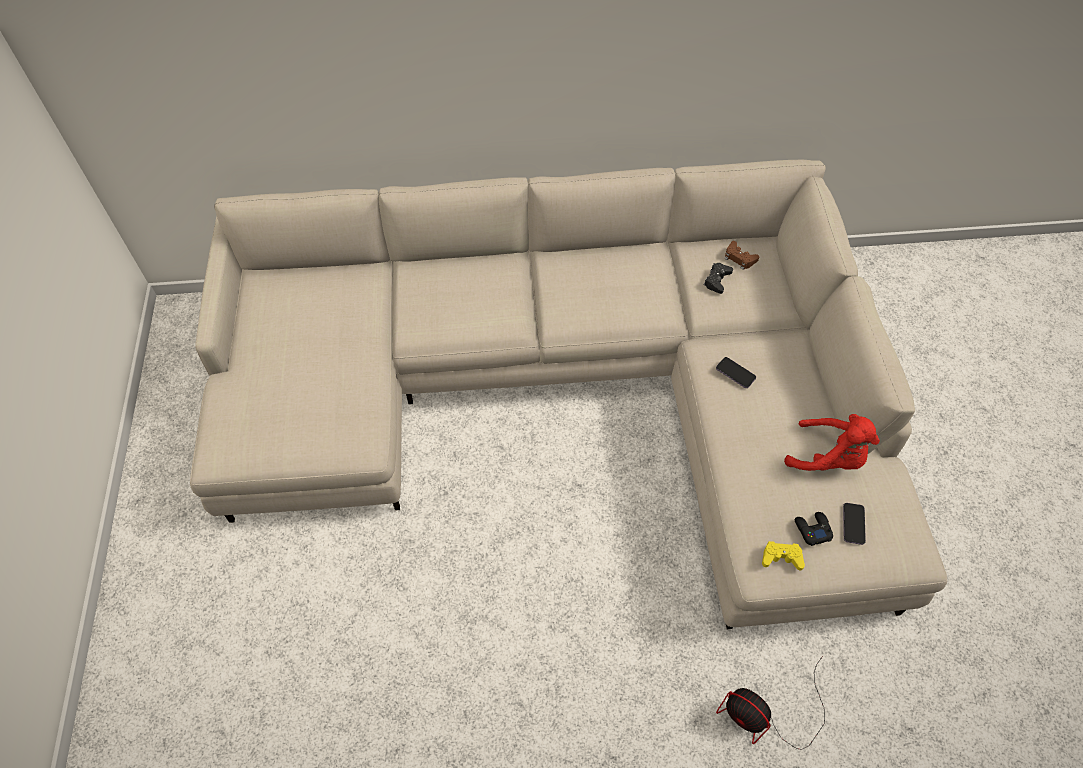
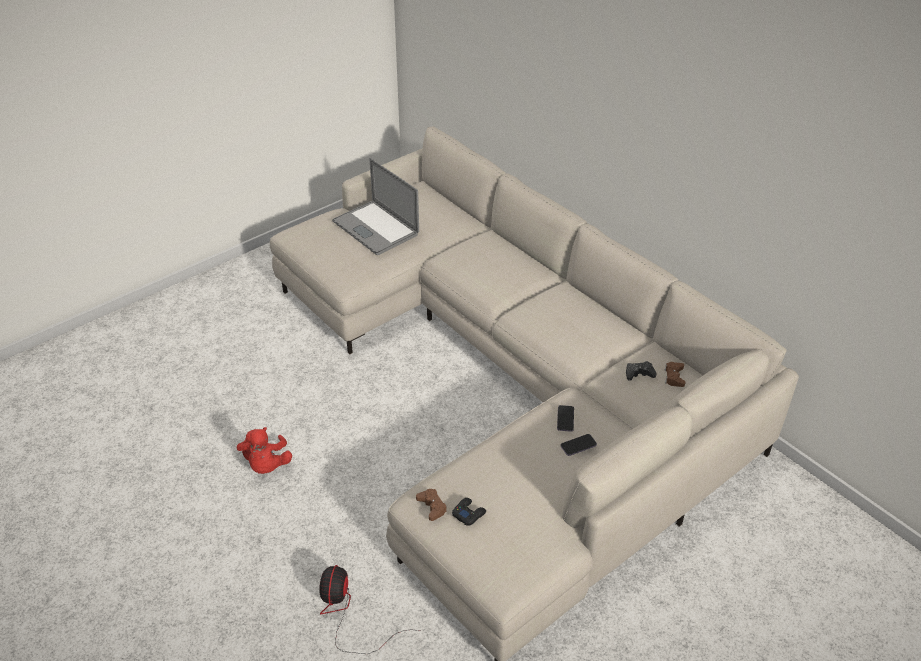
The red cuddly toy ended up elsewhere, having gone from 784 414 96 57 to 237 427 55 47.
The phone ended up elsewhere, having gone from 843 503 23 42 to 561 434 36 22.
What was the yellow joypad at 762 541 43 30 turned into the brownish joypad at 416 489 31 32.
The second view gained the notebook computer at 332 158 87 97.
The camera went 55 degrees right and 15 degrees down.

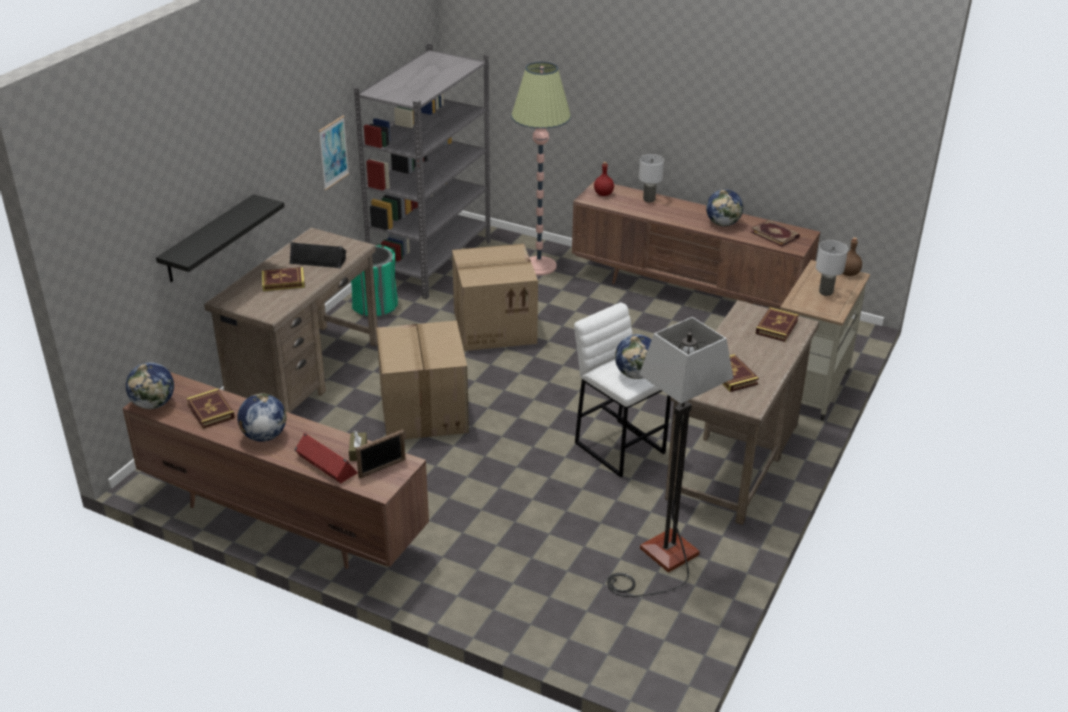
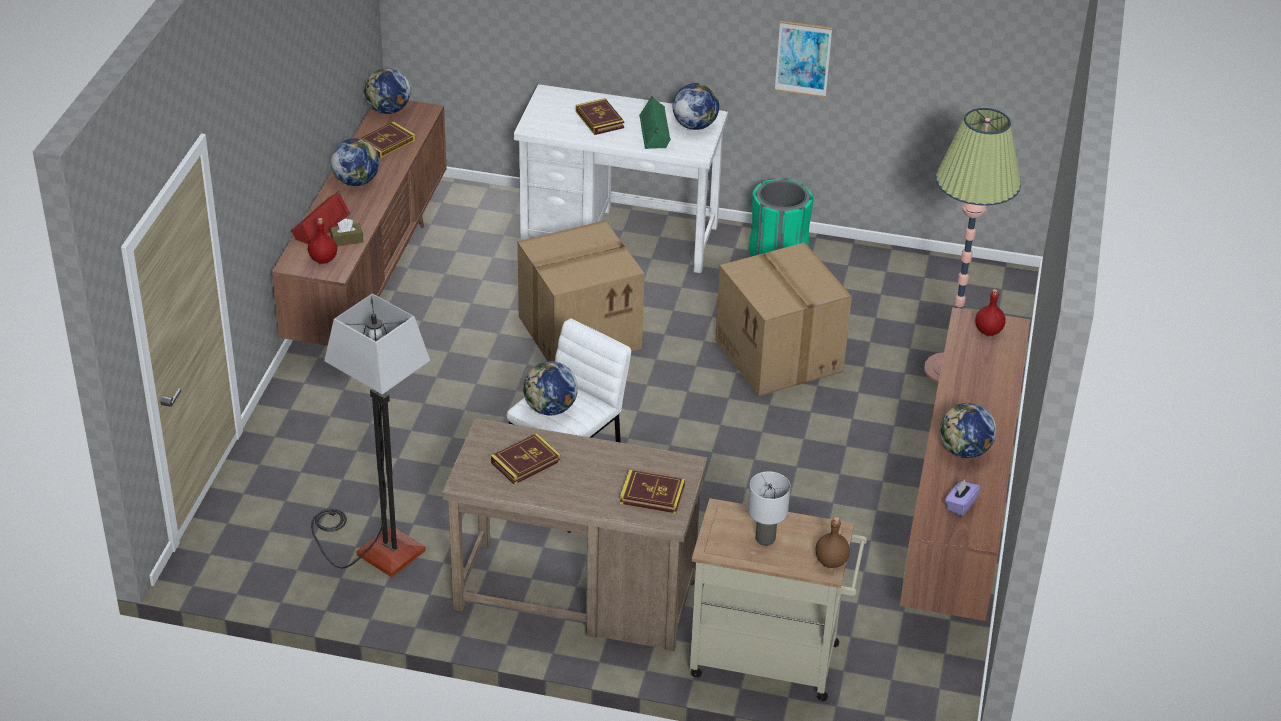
The second view lost the greyish bookshelf at 354 43 136 256.
The second view lost the white table lamp at 639 154 25 48.
The second view lost the black bracket shelf at 156 194 128 88.
Where the volume stood at 751 220 49 27, the purple-coloured box of tissues came to stand at 945 480 36 36.
What was the brownish desk unit at 204 227 174 186 turned into the white desk unit at 514 84 214 189.
What was the black speaker at 290 242 56 26 turned into the greenish speaker at 639 96 32 53.
Where the picture frame stood at 356 429 50 50, the red drink bottle came to stand at 308 218 29 46.
The second view gained the world globe at 673 83 46 47.
The camera went 75 degrees right and 5 degrees up.

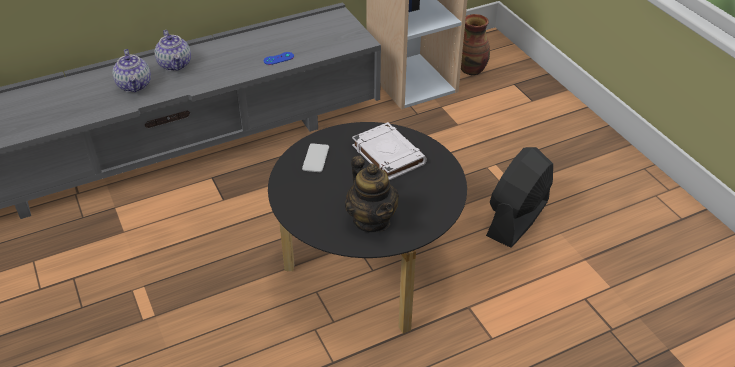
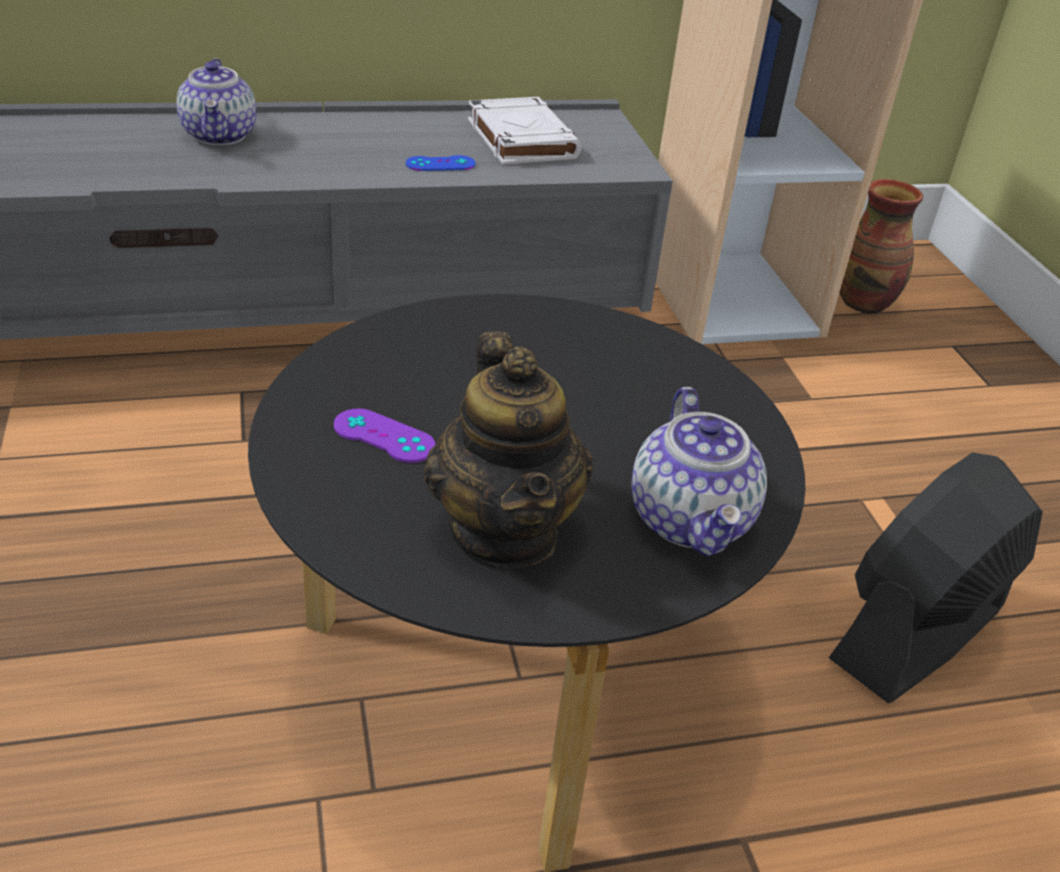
The teapot ended up elsewhere, having gone from 113 49 38 43 to 631 387 136 170.
The white volume ended up elsewhere, having gone from 352 122 75 58 to 468 97 113 67.
The second view lost the phone at 302 143 27 29.
The second view gained the purple-coloured joypad at 334 408 102 55.
The camera went 10 degrees right and 5 degrees down.

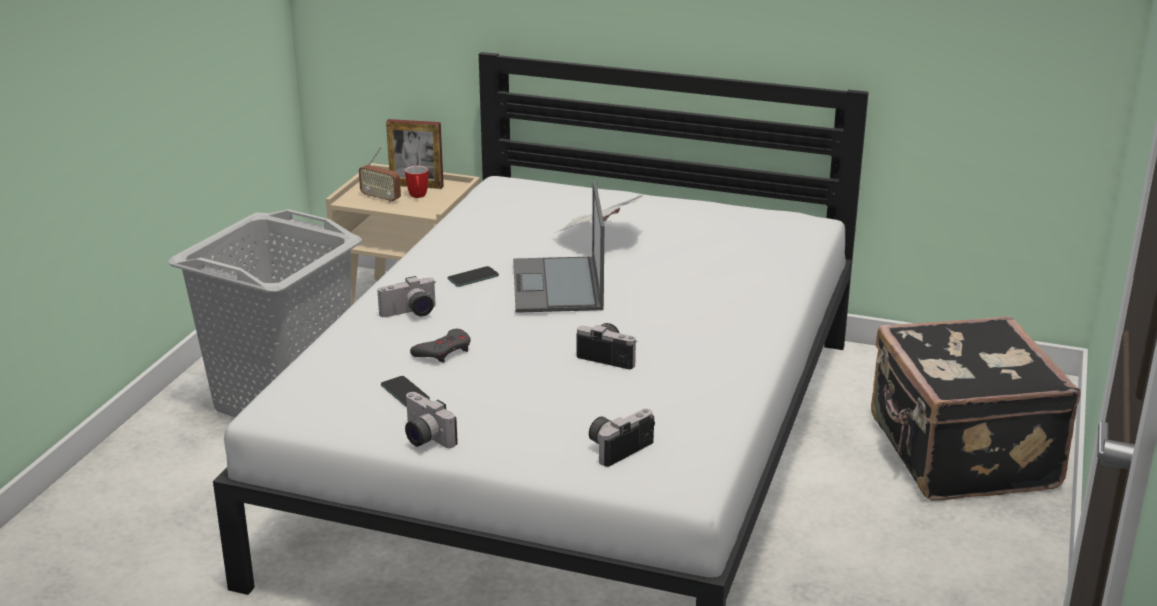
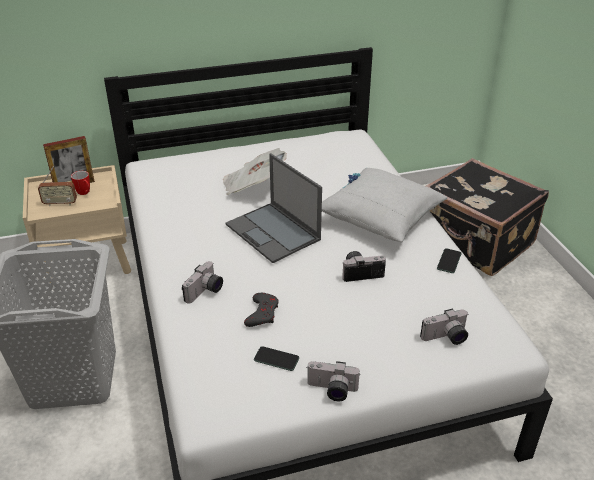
The phone ended up elsewhere, having gone from 447 266 52 21 to 437 248 25 25.
The photo camera at 589 409 66 58 ended up facing another way, 120 degrees counterclockwise from before.
The second view gained the greyish pillow at 322 168 125 75.
The camera went 35 degrees left and 10 degrees up.

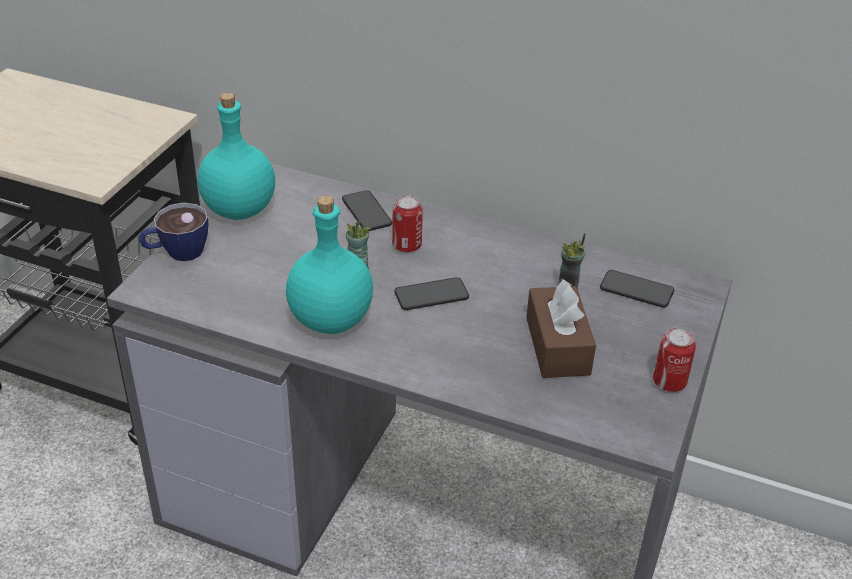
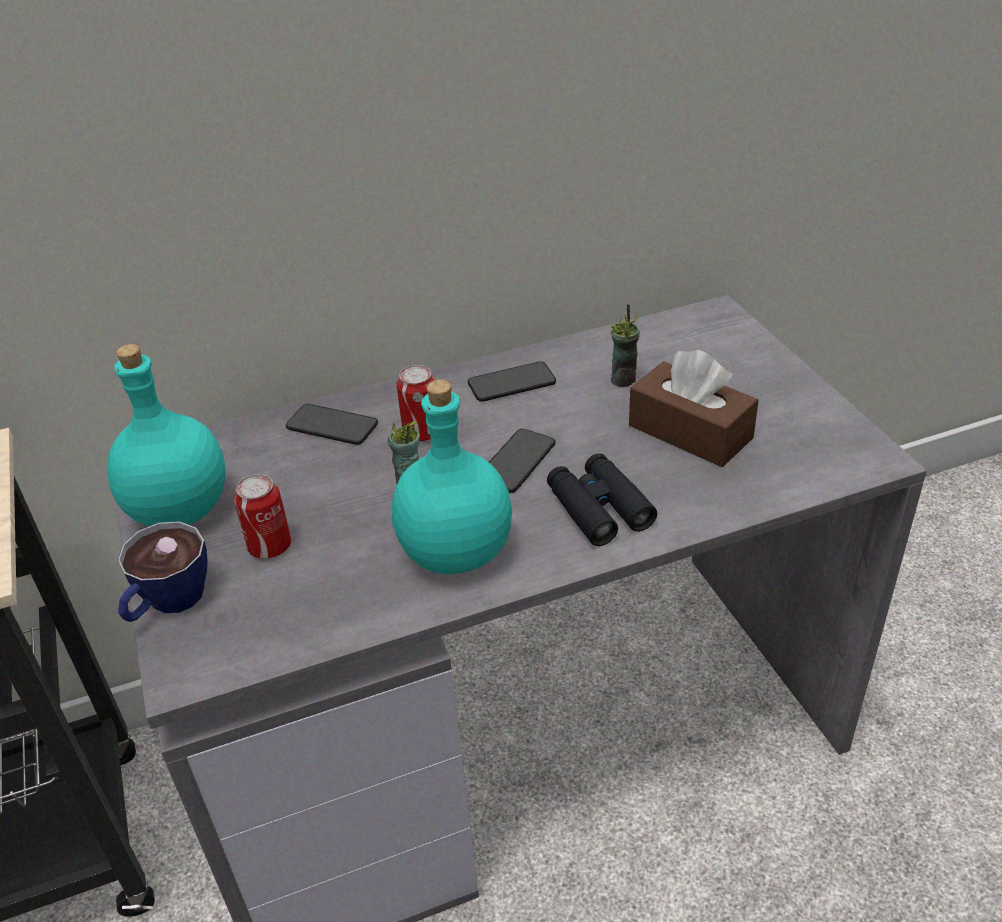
The phone ended up elsewhere, having gone from 600 270 74 38 to 468 361 88 41.
The metal can ended up elsewhere, having gone from 653 327 43 65 to 234 474 57 85.
The second view gained the black binoculars at 547 453 110 93.
The camera went 40 degrees left and 0 degrees up.

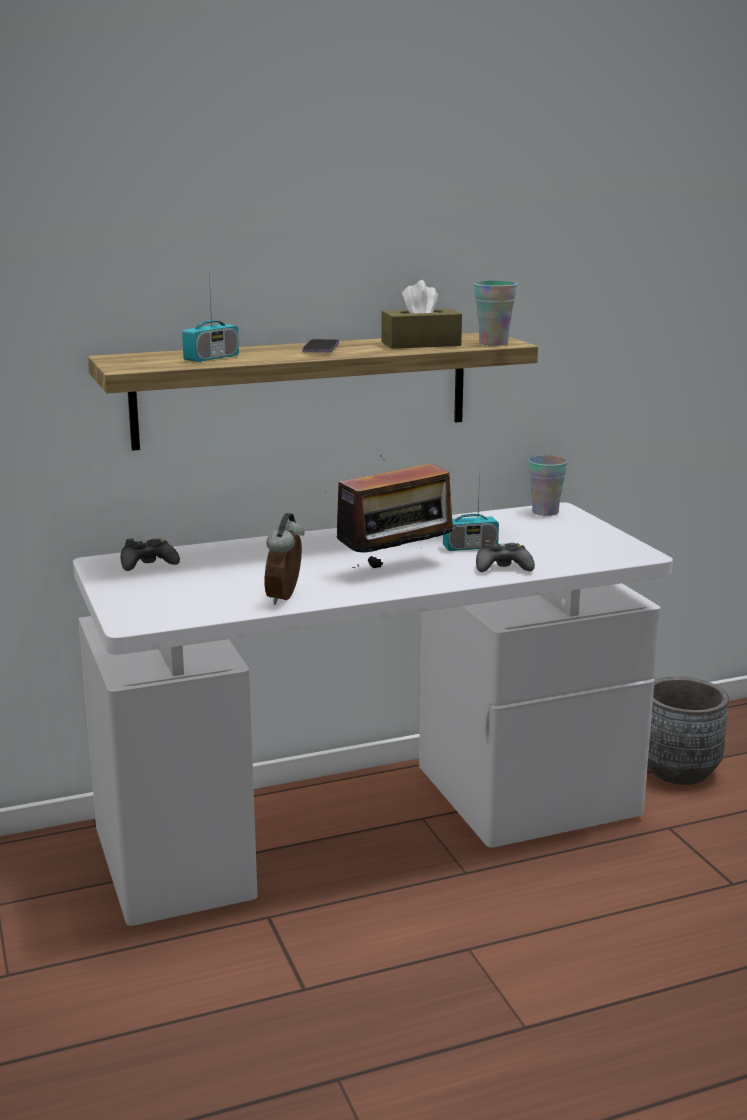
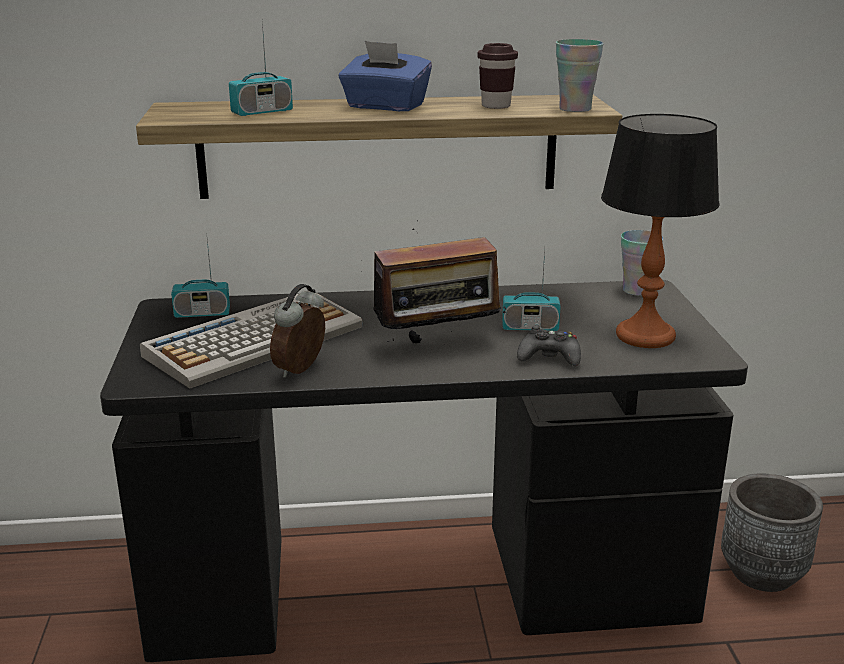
Where the brownish box of tissues stood at 381 280 81 69, the brownish small cup came to stand at 477 43 41 66.
Where the phone stood at 302 339 37 14, the bluish box of tissues came to stand at 339 41 93 70.
What was the white desk unit at 73 502 600 424 turned into the black desk unit at 100 280 648 382.
Where the black joypad stood at 120 538 60 33, the radio set came to stand at 171 240 59 78.
The second view gained the table lamp at 601 114 119 234.
The second view gained the PC keyboard at 140 290 222 99.
The camera went 15 degrees right and 5 degrees up.

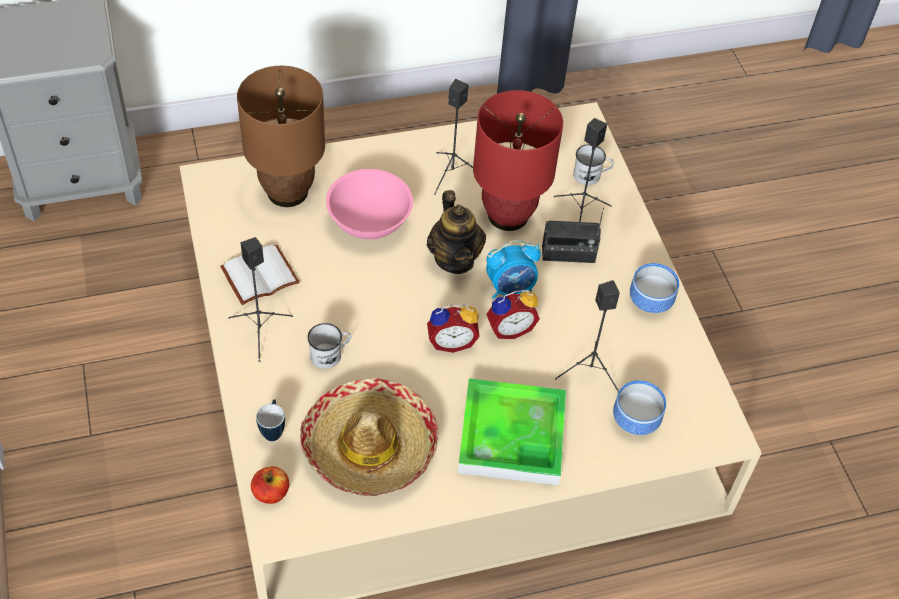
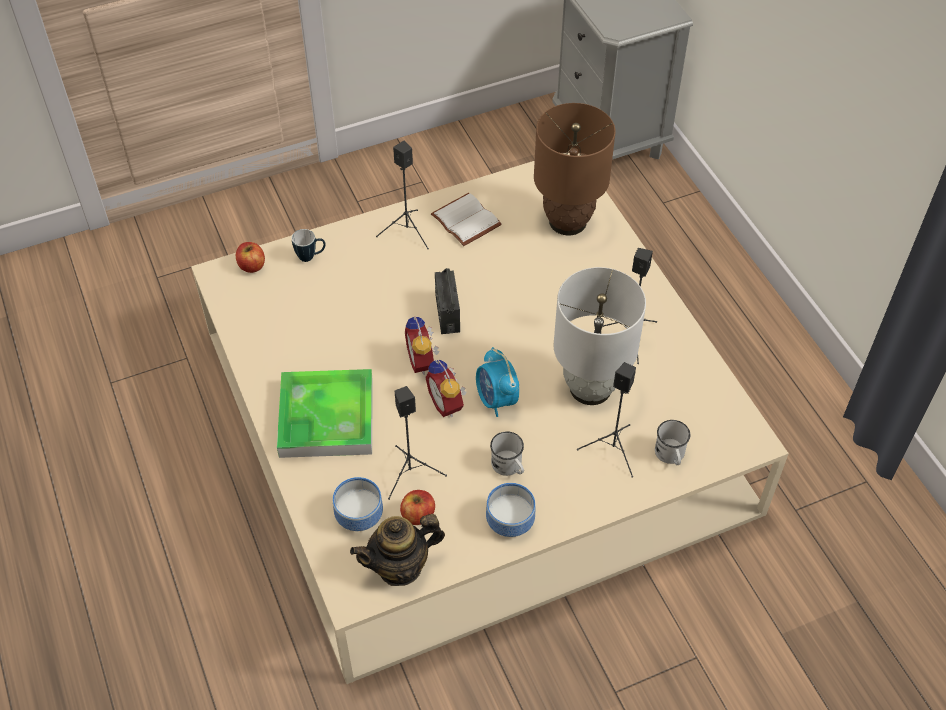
What was the red table lamp at 473 90 90 141 turned into the white table lamp at 554 267 92 138.
The second view lost the pink serving bowl at 326 169 87 70.
The teapot ended up elsewhere, having gone from 427 190 59 84 to 350 514 95 72.
The radio set ended up elsewhere, having gone from 542 208 62 55 to 435 268 25 66.
The white tea mug ended up elsewhere, having gone from 307 323 45 46 to 490 431 34 45.
The second view lost the clothing hat at 300 378 138 118.
The second view gained the apple fruit at 400 490 35 35.
The camera went 85 degrees right and 0 degrees up.

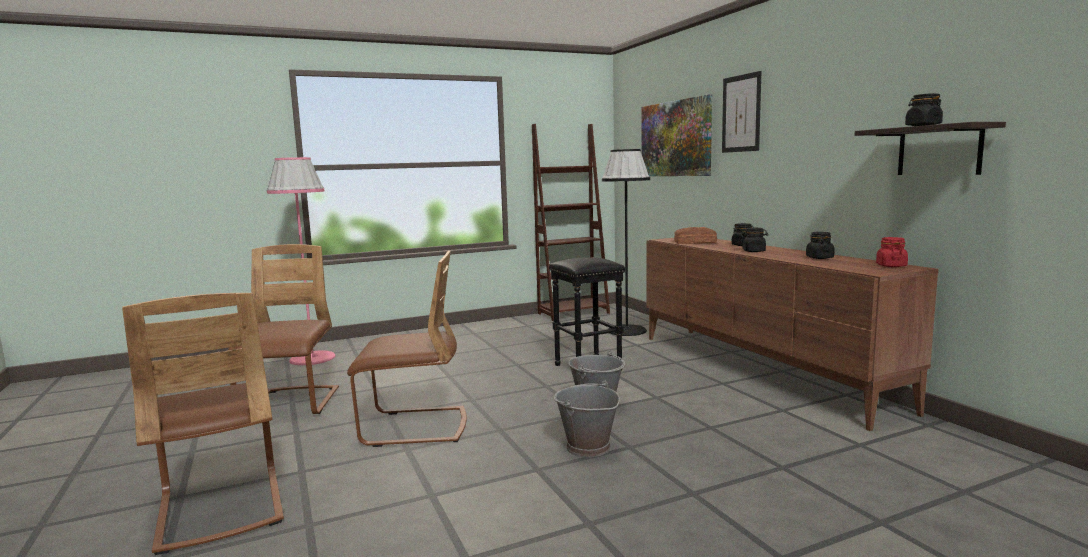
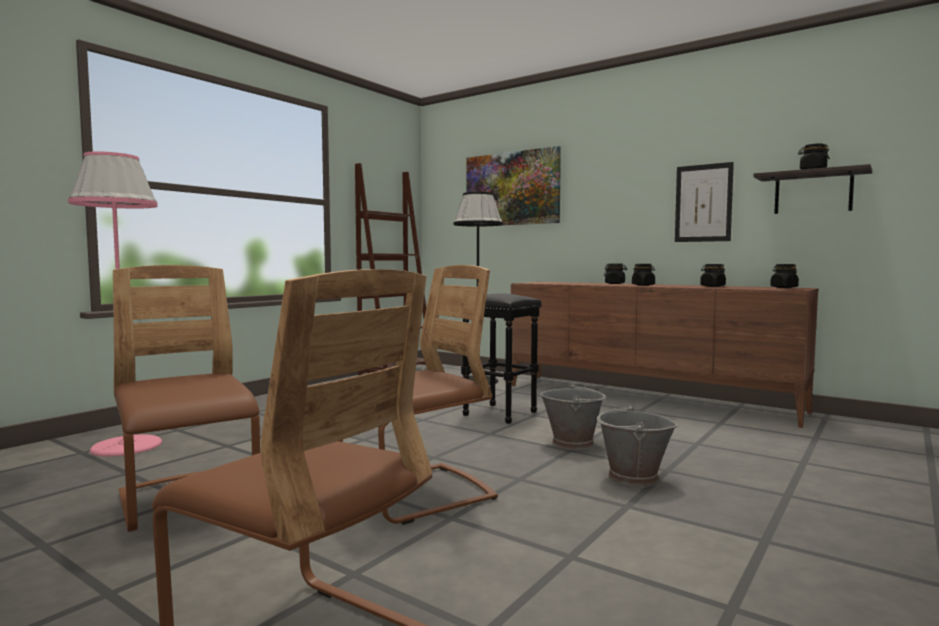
The picture ended up elsewhere, having gone from 722 71 40 82 to 675 162 59 80.
The second view lost the bakery bread at 674 227 43 17.
What was the red storage jar at 876 237 32 30 turned into the black storage jar at 770 264 29 24.
The camera went 30 degrees left and 5 degrees down.

